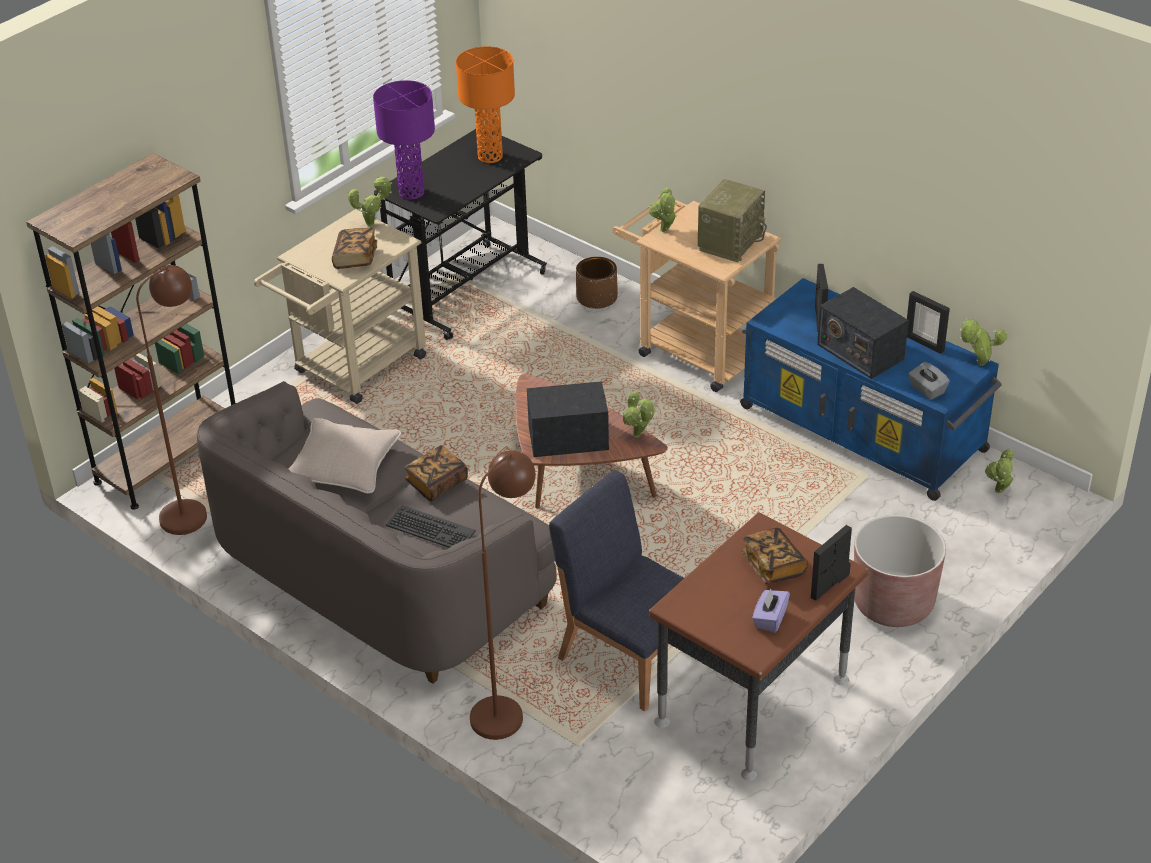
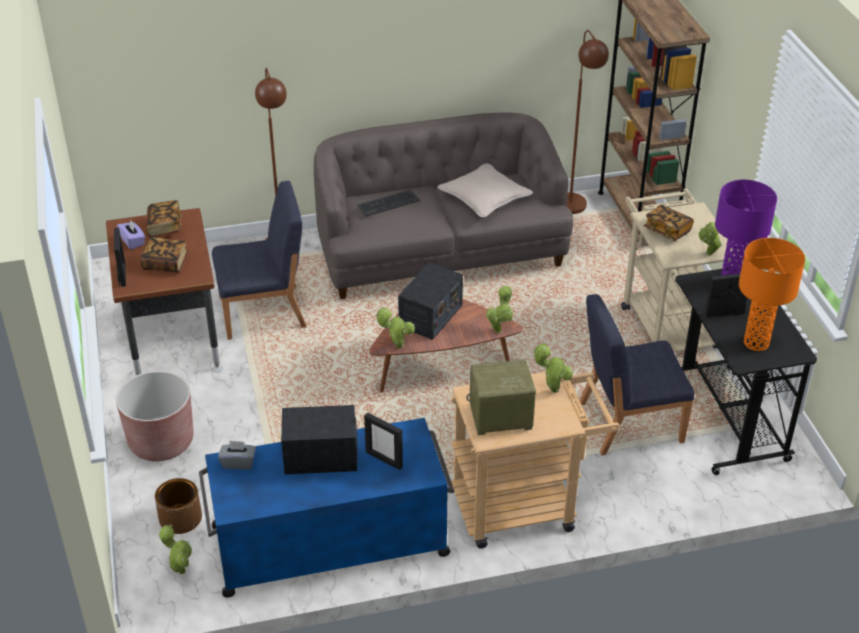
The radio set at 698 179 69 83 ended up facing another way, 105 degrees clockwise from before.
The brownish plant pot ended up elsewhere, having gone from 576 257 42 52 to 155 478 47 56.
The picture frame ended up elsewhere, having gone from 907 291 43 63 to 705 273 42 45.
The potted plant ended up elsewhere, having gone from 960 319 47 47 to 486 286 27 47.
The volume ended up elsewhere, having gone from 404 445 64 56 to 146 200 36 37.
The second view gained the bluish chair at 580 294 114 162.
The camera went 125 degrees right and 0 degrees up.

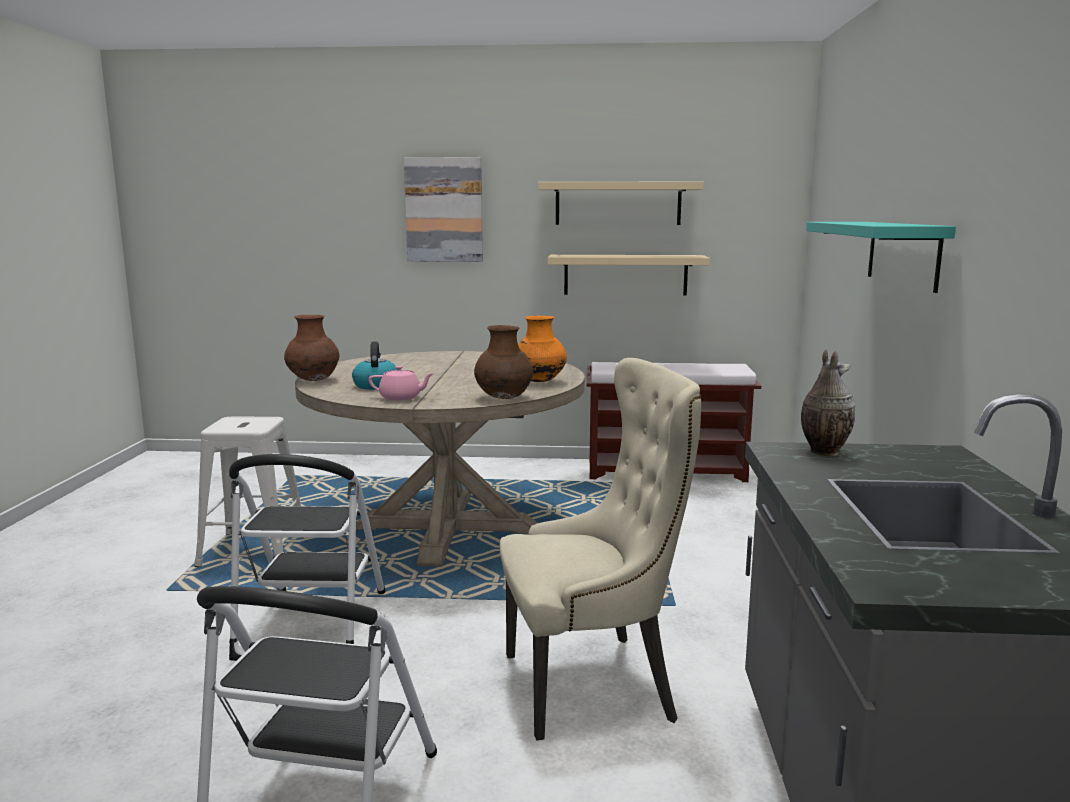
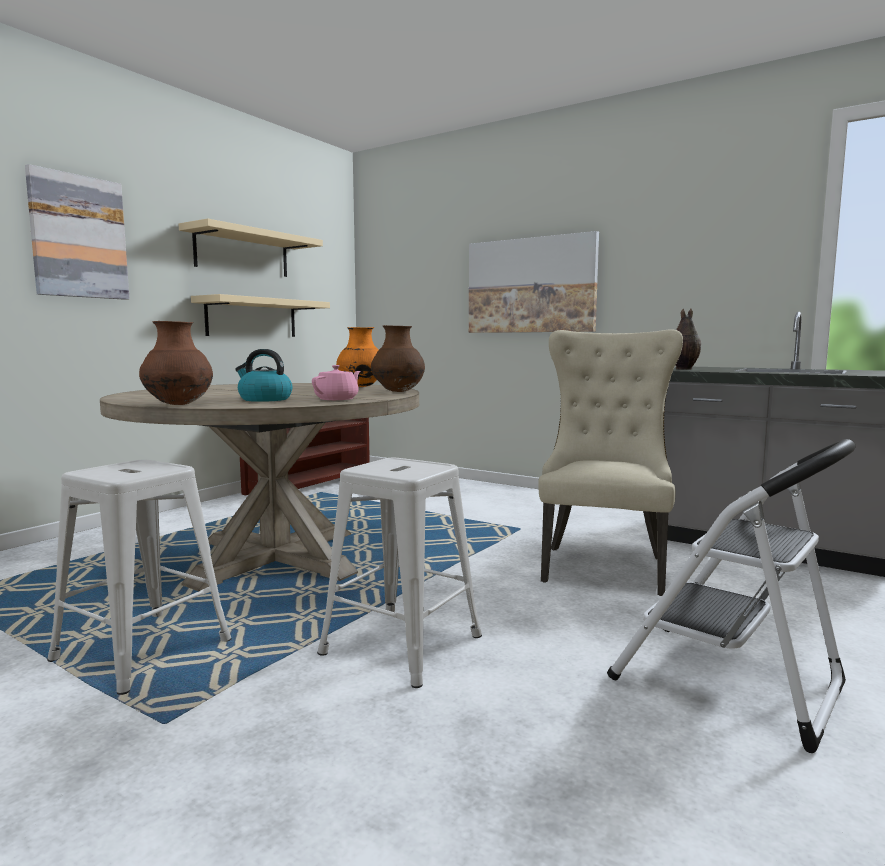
Where the blue-green bracket shelf hung at 806 222 150 71, the picture came to hang at 469 231 130 102.
Where the step stool stood at 229 454 156 207, the white stool came to stand at 317 458 165 230.
The camera went 60 degrees left and 5 degrees down.

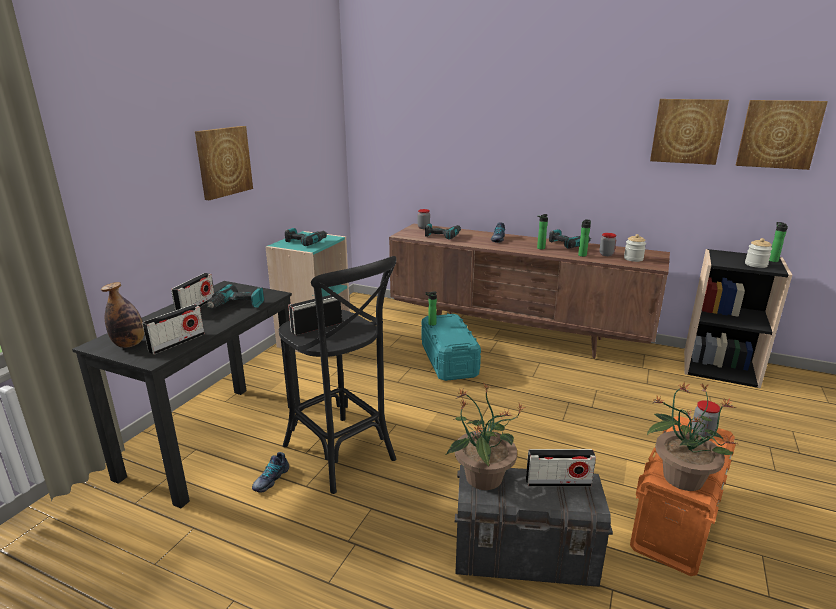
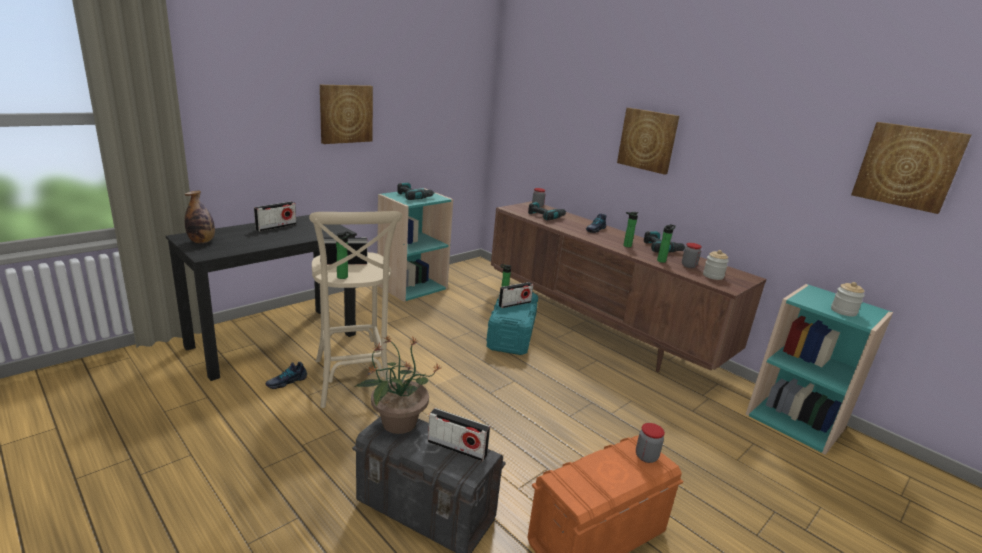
The picture ended up elsewhere, having gone from 650 99 79 66 to 617 108 62 67.
The drink bottle ended up elsewhere, having gone from 769 222 19 40 to 336 231 15 48.
What was the black bookshelf at 684 249 108 139 turned into the blue-green bookshelf at 745 284 148 171.
What was the black stool at 279 256 117 238 turned into the beige-coloured stool at 309 211 93 197.
The second view lost the power drill at 207 284 57 25.
The radio set ended up elsewhere, having gone from 142 304 63 51 to 498 282 35 26.
The second view lost the potted plant at 647 382 90 109.
The camera went 20 degrees right and 0 degrees up.

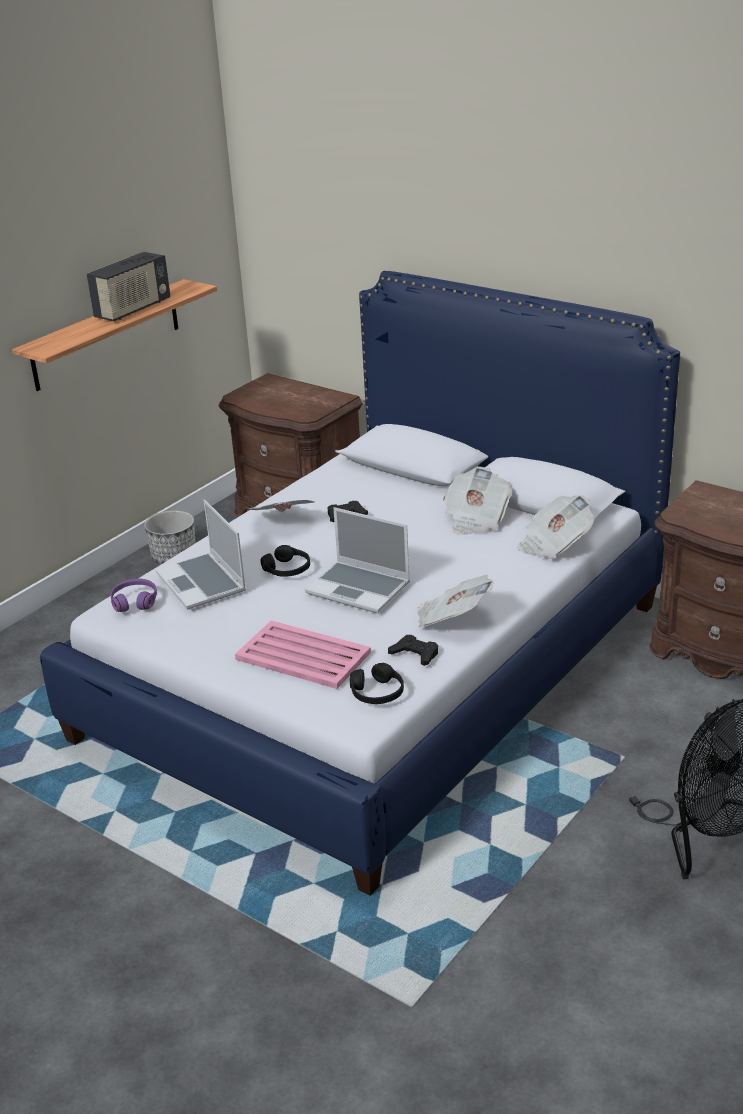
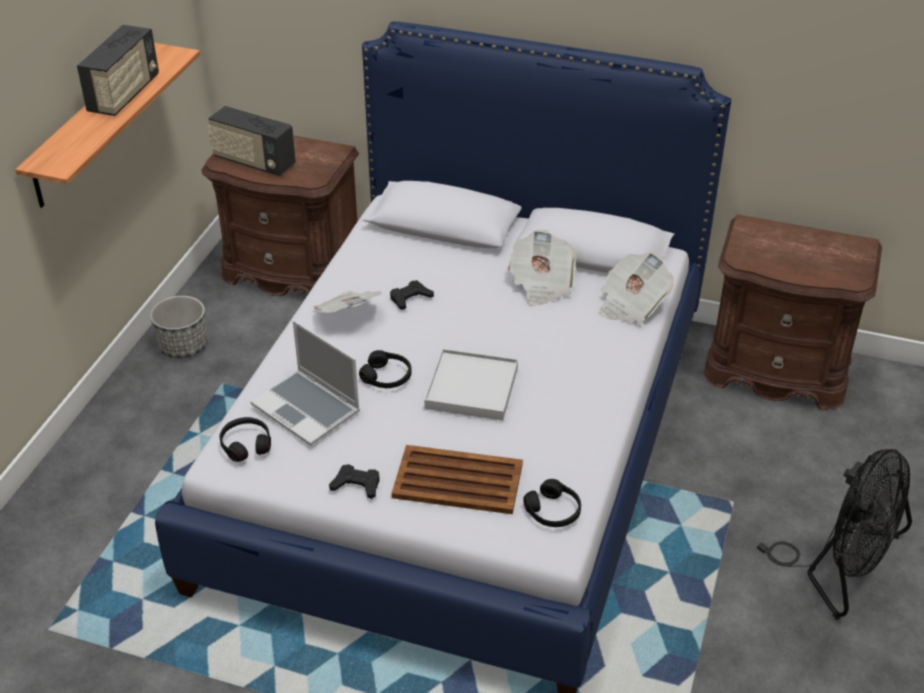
Where the notebook computer stood at 305 507 105 106, the white serving tray came to stand at 424 349 94 72.
The second view lost the newspaper at 417 575 76 52.
What was the purple-coloured headset at 110 579 47 33 turned into the black headset at 219 417 52 45.
What was the pink serving tray at 235 621 136 68 turned into the brownish serving tray at 392 445 131 69.
The black joypad ended up elsewhere, having gone from 388 635 50 31 to 329 464 51 35.
The second view gained the radio set at 208 106 88 70.
The camera went 20 degrees left and 10 degrees up.

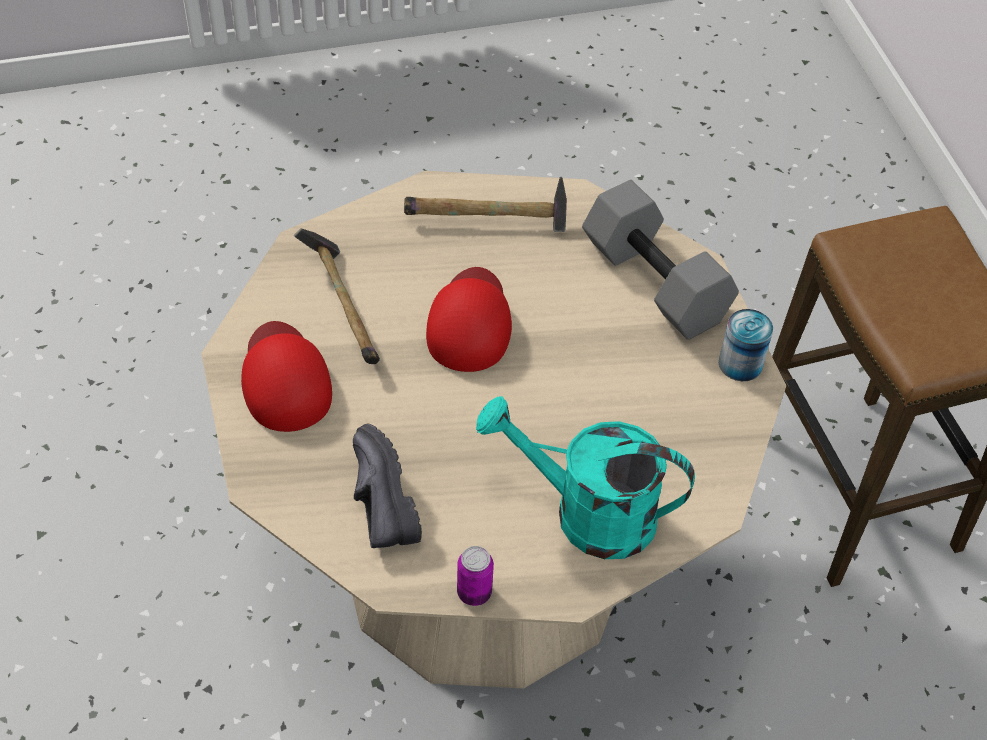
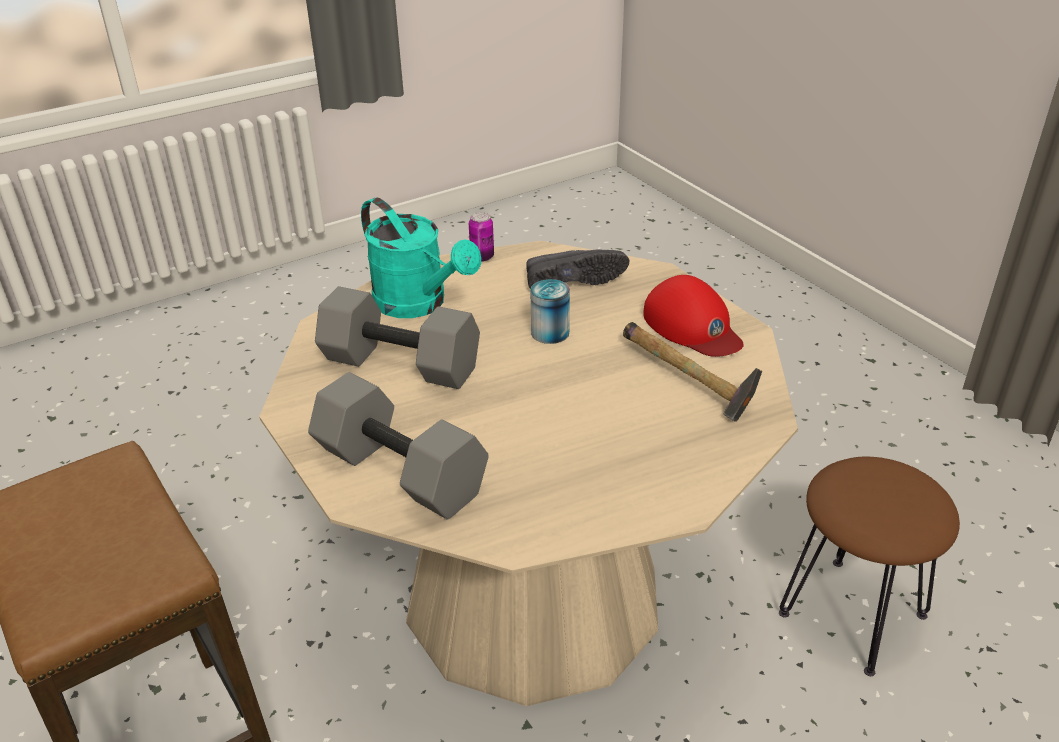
The second view lost the hand hammer at 404 177 163 55.
The second view lost the red baseball cap at 426 267 86 105.
The metal can ended up elsewhere, having gone from 719 309 54 72 to 530 279 40 65.
The blue-green watering can at 476 396 219 163 ended up facing another way, 45 degrees clockwise from before.
The black item of footwear at 353 423 69 125 ended up facing another way, 60 degrees counterclockwise from before.
The second view gained the greyish dumbbell at 315 286 165 103.
The second view gained the brownish stool at 779 457 181 219.
The camera went 165 degrees right and 15 degrees down.

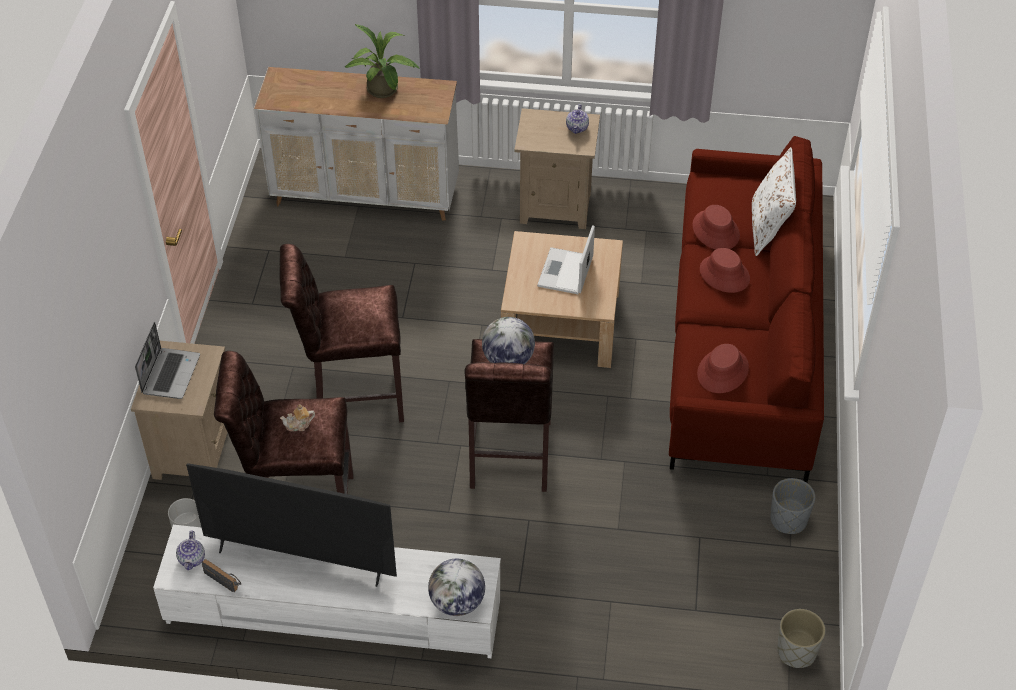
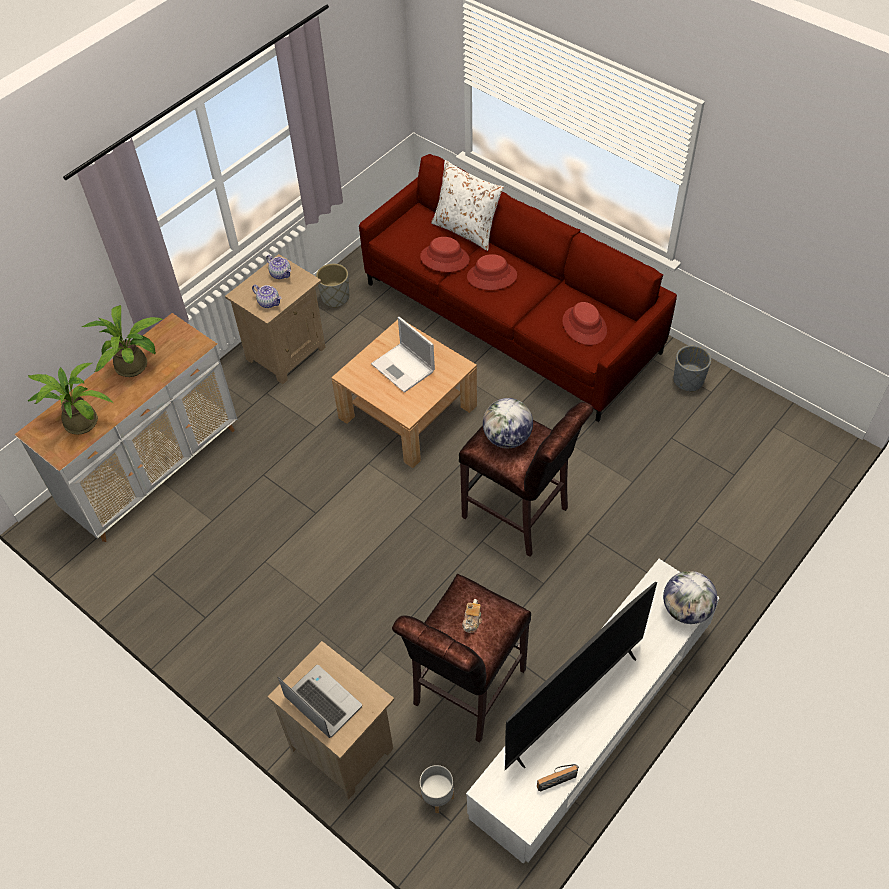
The second view lost the brownish stool at 279 244 125 178.
The teapot ended up elsewhere, having gone from 176 530 29 40 to 252 285 30 23.
The greyish plant pot ended up elsewhere, having gone from 777 609 48 59 to 316 264 33 44.
The second view gained the potted plant at 28 363 85 71.
The camera went 55 degrees left and 5 degrees up.

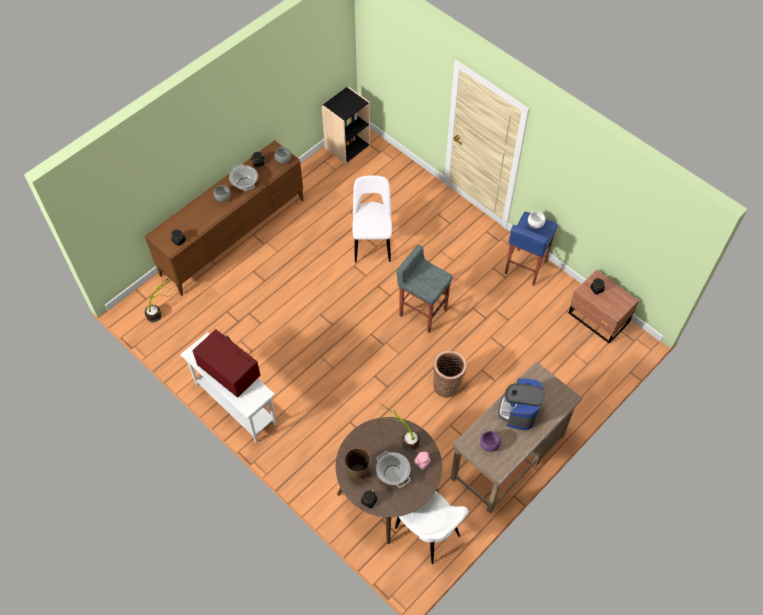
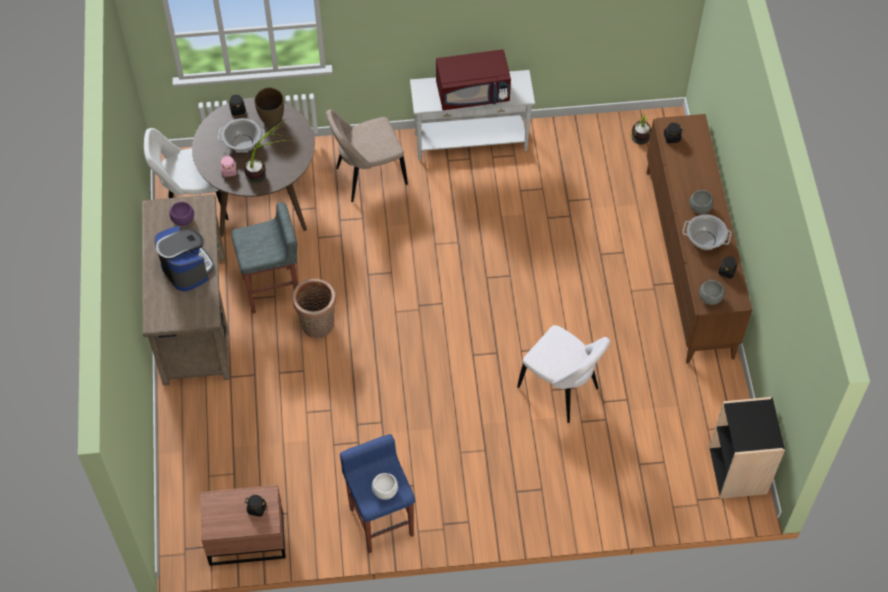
The greyish stool ended up elsewhere, having gone from 397 245 56 88 to 231 202 67 112.
The second view gained the beige-coloured chair at 326 109 82 93.
The camera went 130 degrees right and 0 degrees up.

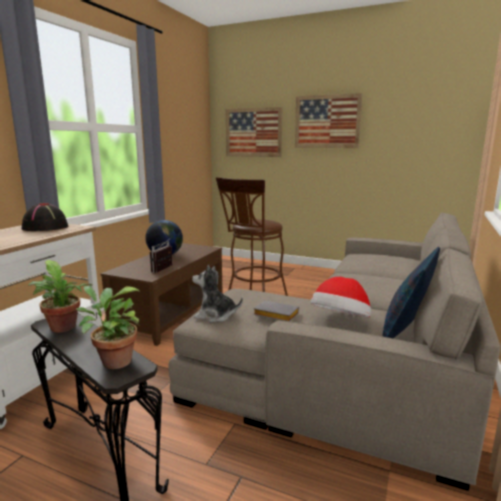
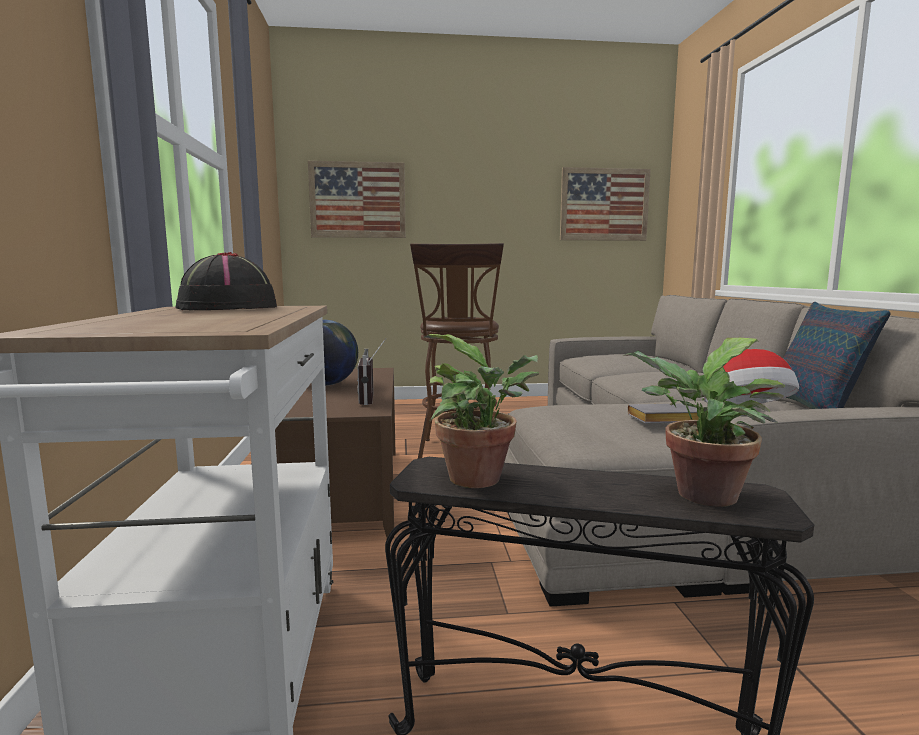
The picture ended up elsewhere, having gone from 295 93 68 55 to 560 167 91 74.
The second view lost the cuddly toy at 192 265 51 57.
The camera went 30 degrees left and 5 degrees down.

